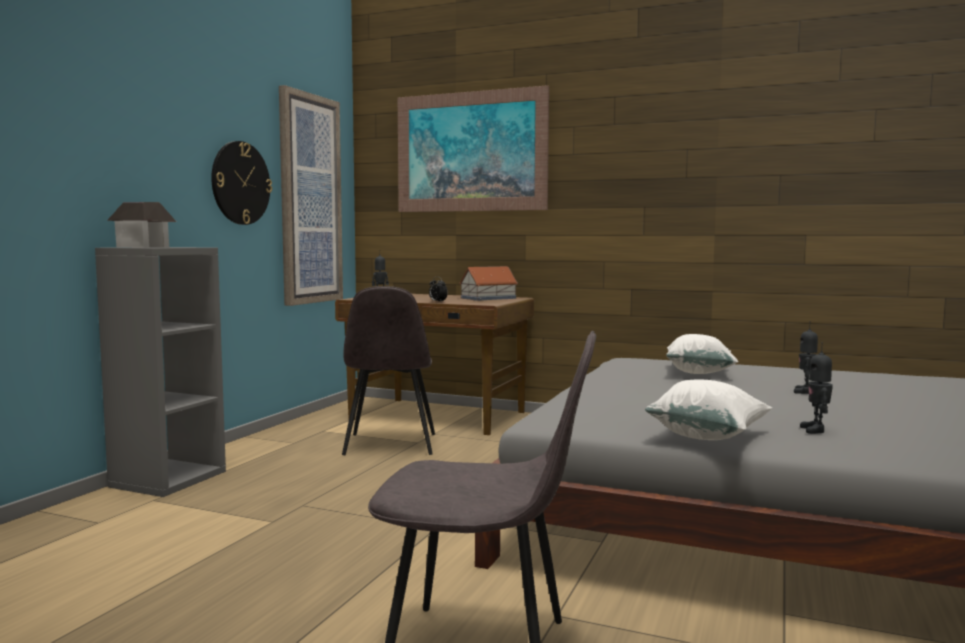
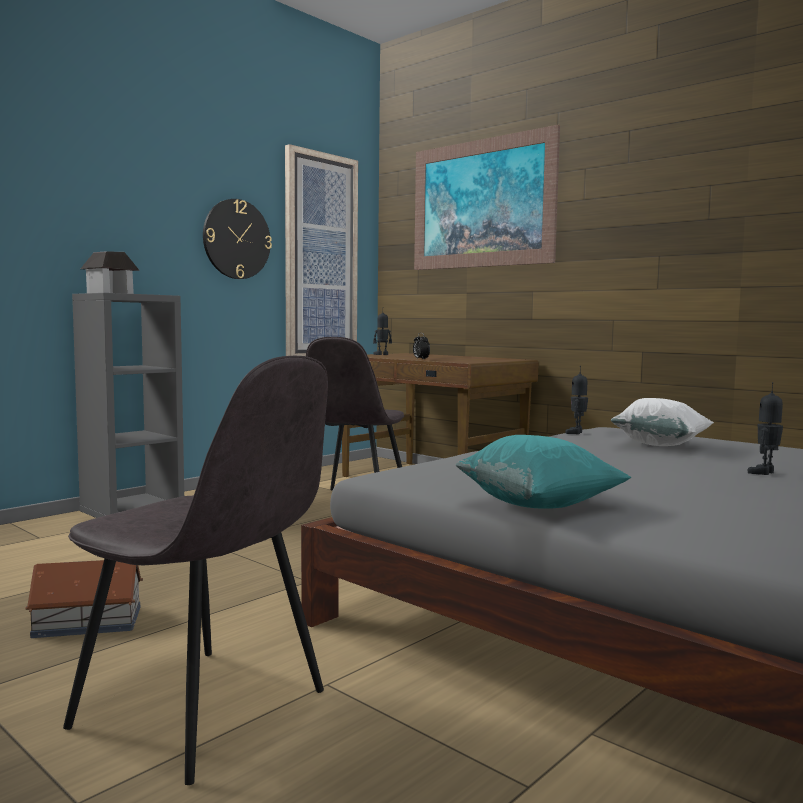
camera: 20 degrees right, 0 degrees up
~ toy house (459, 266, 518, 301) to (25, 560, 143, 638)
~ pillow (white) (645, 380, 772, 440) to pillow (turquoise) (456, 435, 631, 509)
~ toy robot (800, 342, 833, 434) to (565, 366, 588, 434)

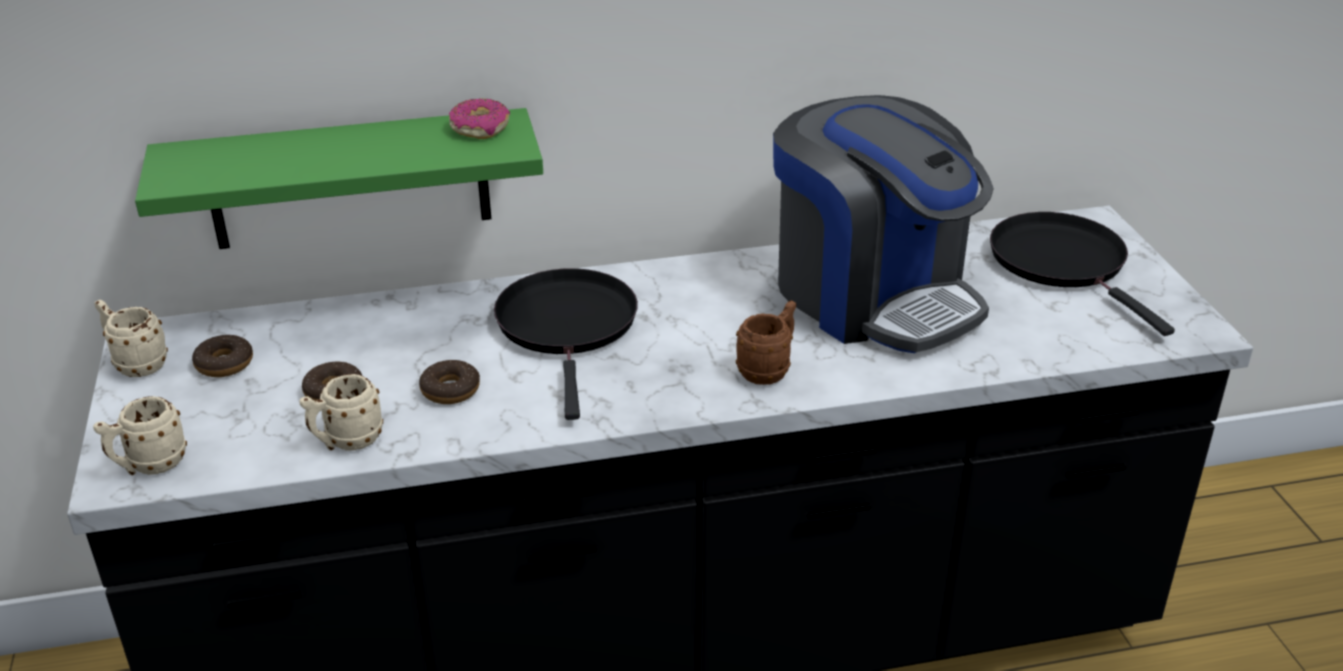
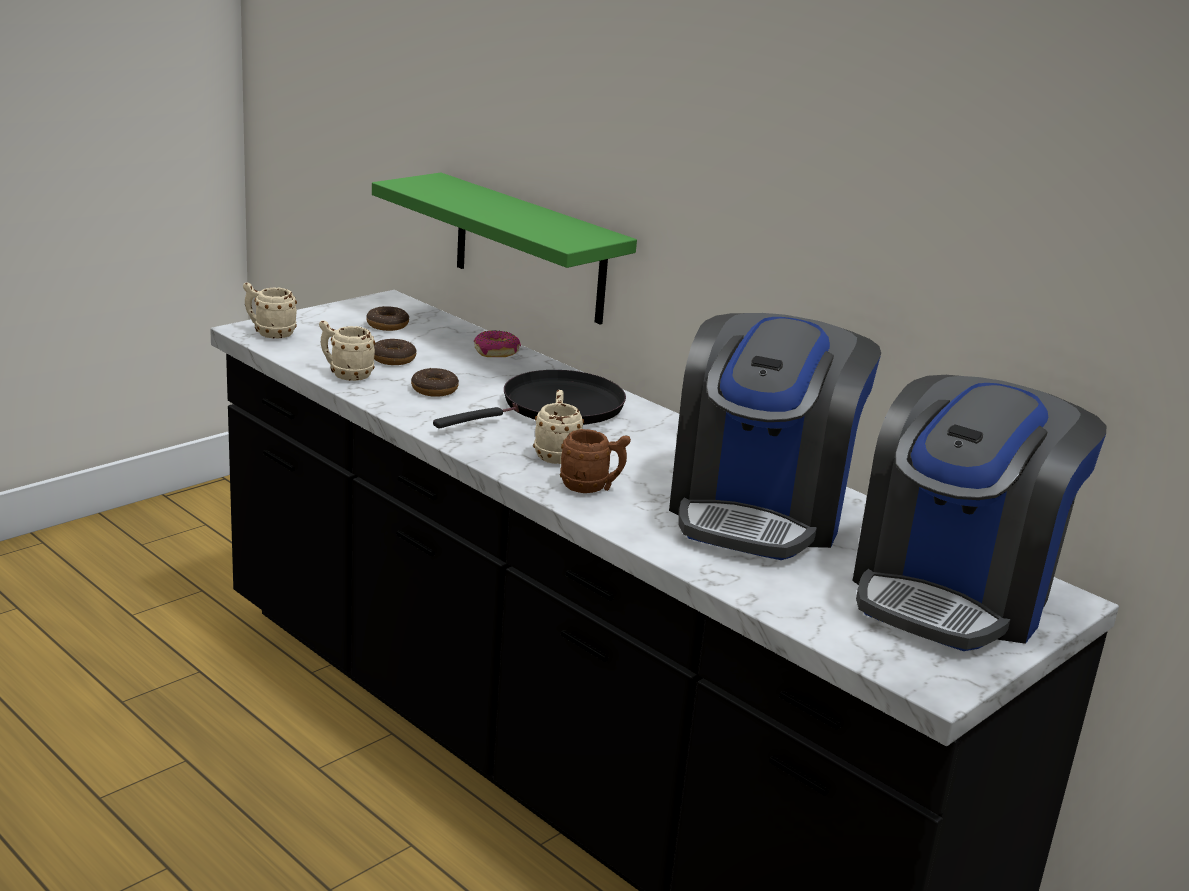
camera: 55 degrees right, 10 degrees down
~ donut (449, 98, 510, 139) to (474, 330, 521, 357)
~ mug (beige) (94, 300, 168, 377) to (533, 390, 584, 464)
~ frying pan (black) (990, 212, 1175, 336) to coffee machine (852, 375, 1106, 651)

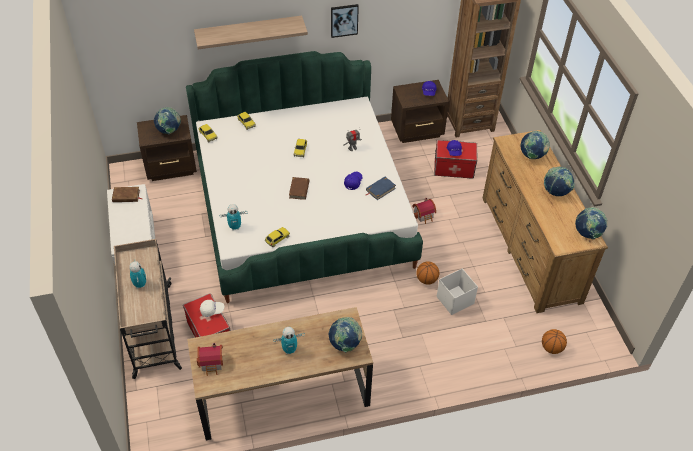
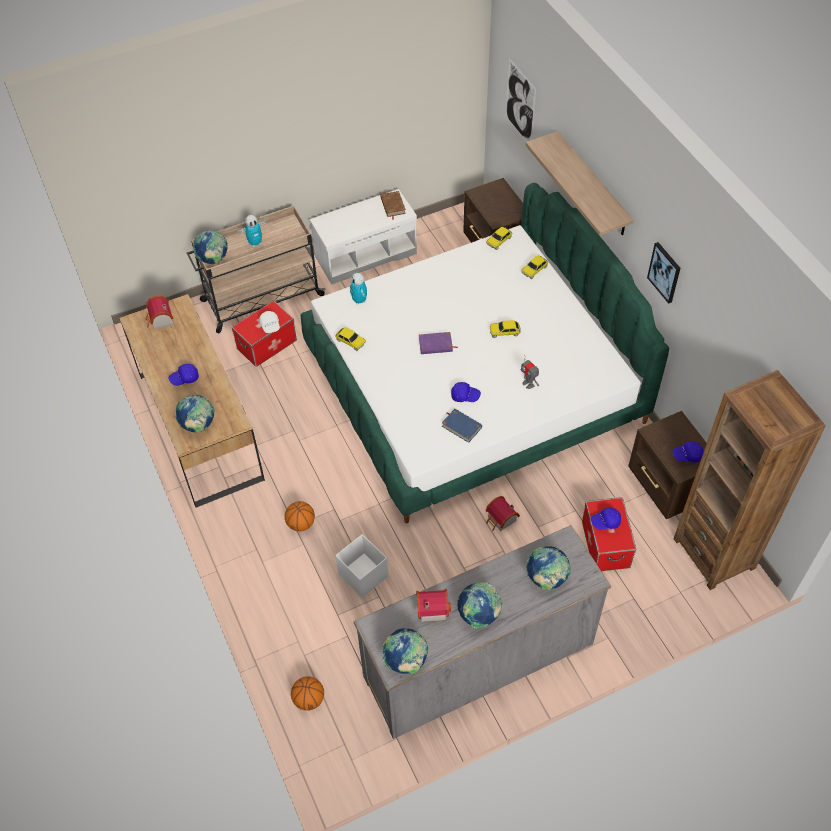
camera: 80 degrees right, 5 degrees up
~ toy robot (273, 327, 305, 354) to cap (blue) (168, 364, 199, 386)
~ globe (154, 107, 181, 134) to (193, 230, 228, 264)
~ basketball (416, 261, 439, 285) to (285, 501, 315, 531)
~ dresser (brown) (482, 130, 608, 313) to dresser (grey) (353, 525, 611, 739)
+ toy house (416, 589, 451, 622)
~ book (brown) (289, 177, 310, 200) to book (purple) (419, 332, 457, 354)
+ picture (506, 58, 536, 142)

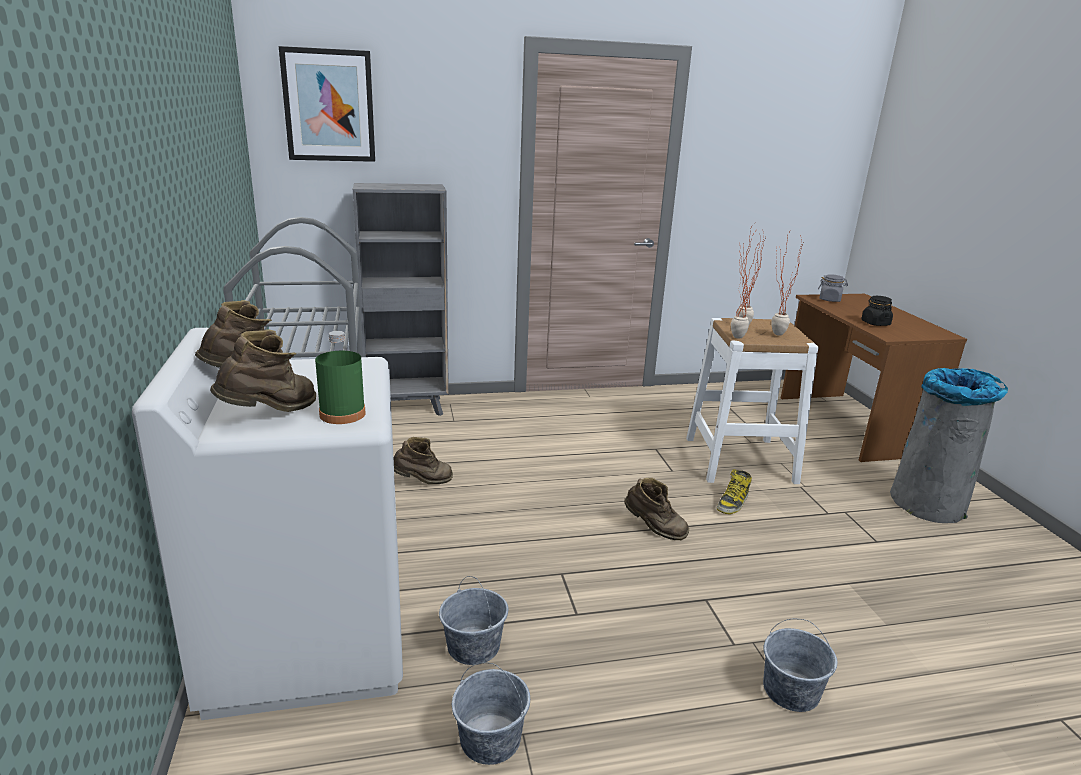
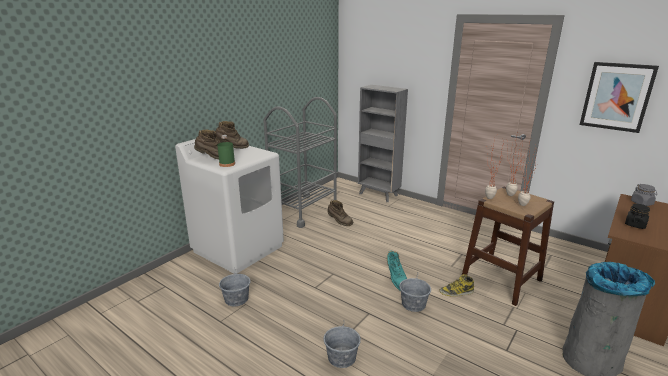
camera: 50 degrees right, 0 degrees up
~ boot (brown) (625, 478, 689, 540) to boot (turquoise) (387, 250, 407, 291)
~ bucket (grey) (439, 576, 508, 665) to (399, 273, 431, 312)
~ stool (white) (686, 318, 819, 484) to stool (brown) (462, 187, 554, 306)
~ picture (279, 46, 375, 162) to (580, 62, 659, 133)

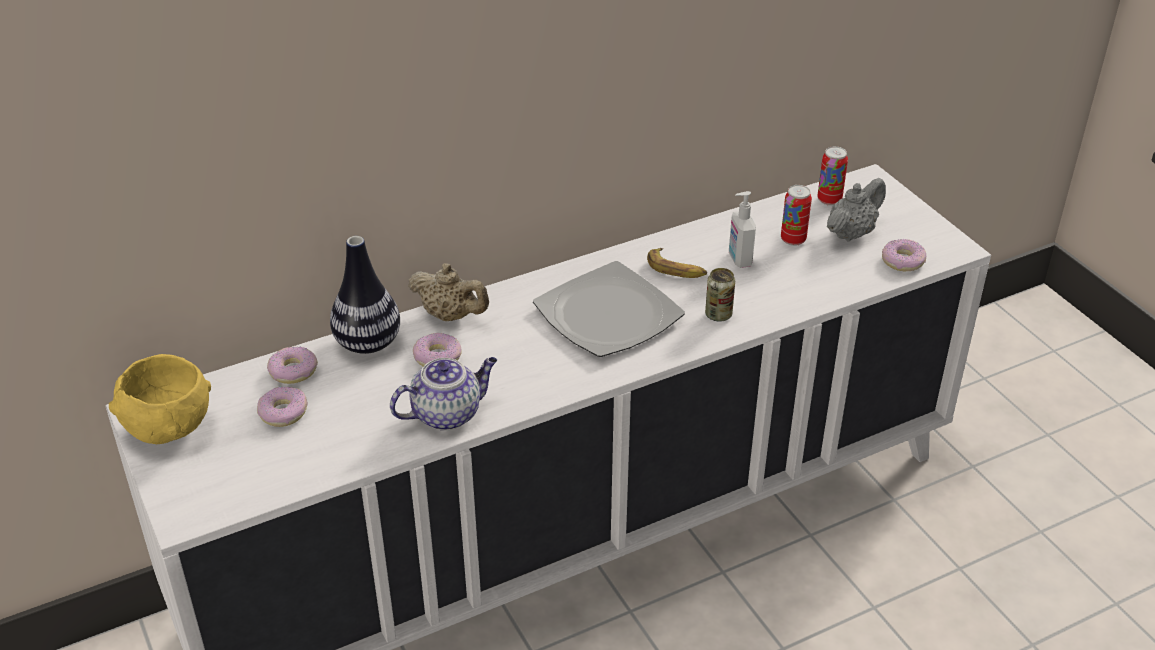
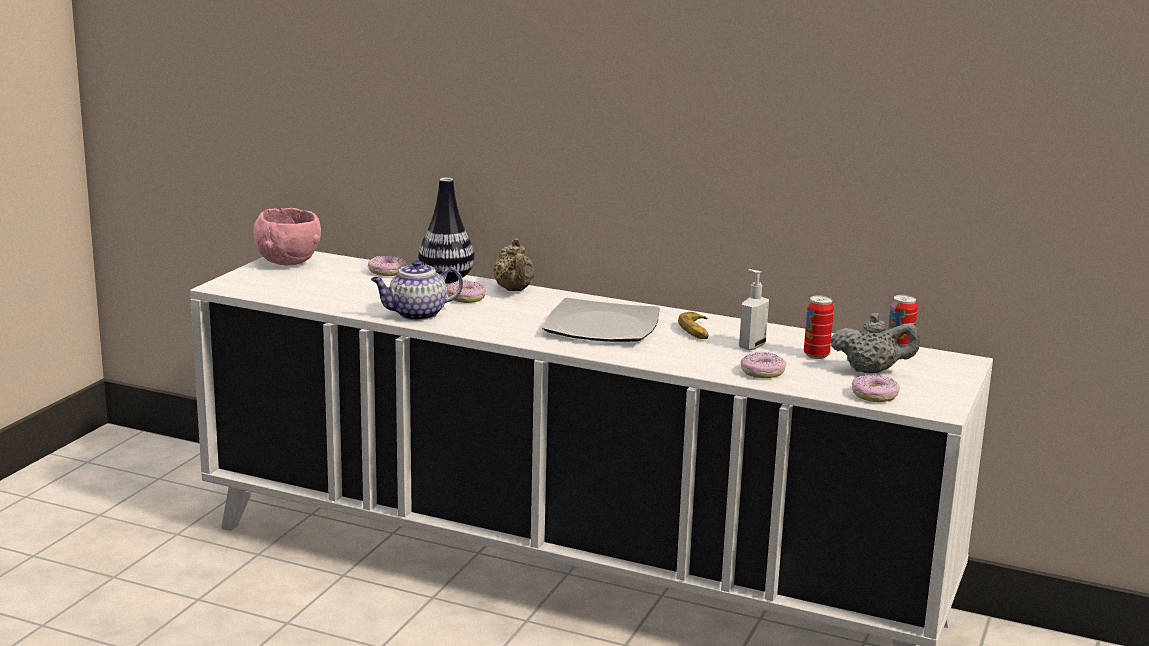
camera: 50 degrees right, 20 degrees down
~ bowl (yellow) (109, 354, 211, 444) to bowl (pink) (254, 208, 321, 265)
~ teapot (390, 357, 497, 431) = (371, 260, 463, 321) 135 degrees clockwise
~ donut (257, 387, 308, 427) to (741, 353, 786, 378)
- can (705, 268, 735, 322)

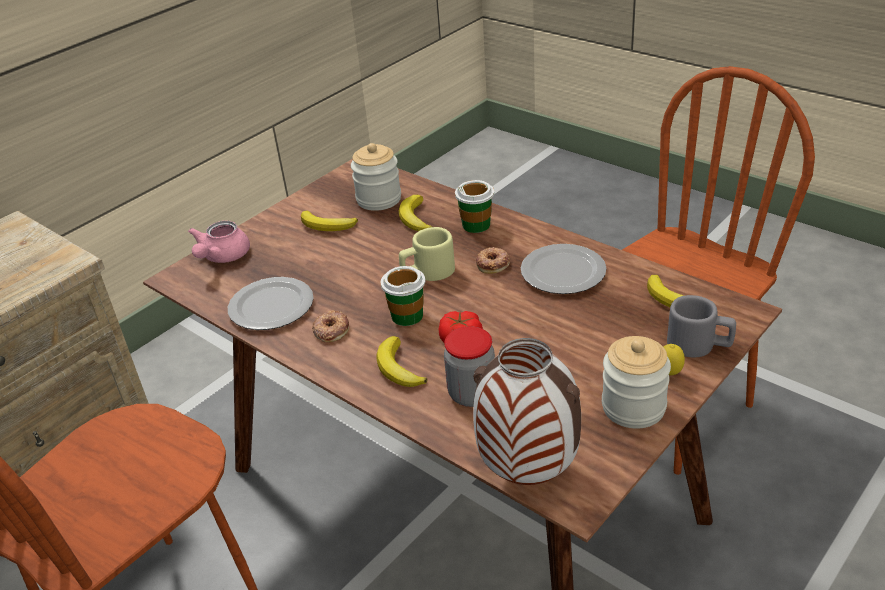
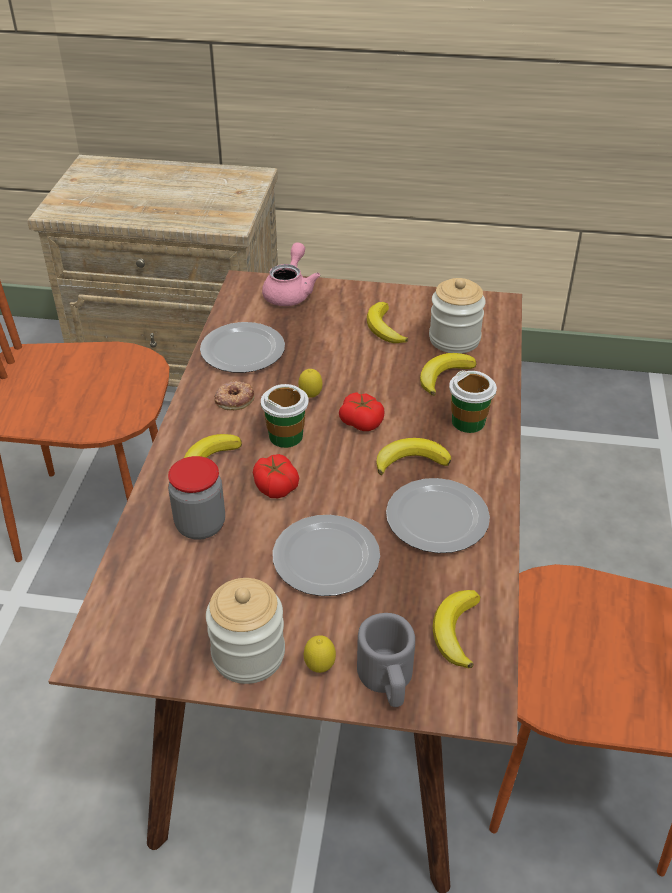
camera: 55 degrees right, 5 degrees up
~ teapot (pink) (188, 221, 250, 263) = (262, 243, 320, 306) 120 degrees clockwise
+ plate (273, 515, 380, 596)
+ lemon (298, 369, 323, 398)
~ mug (beige) (399, 227, 455, 281) to tomato (339, 392, 385, 431)
~ donut (476, 247, 510, 274) to banana (376, 438, 451, 475)
- vase (473, 338, 581, 485)

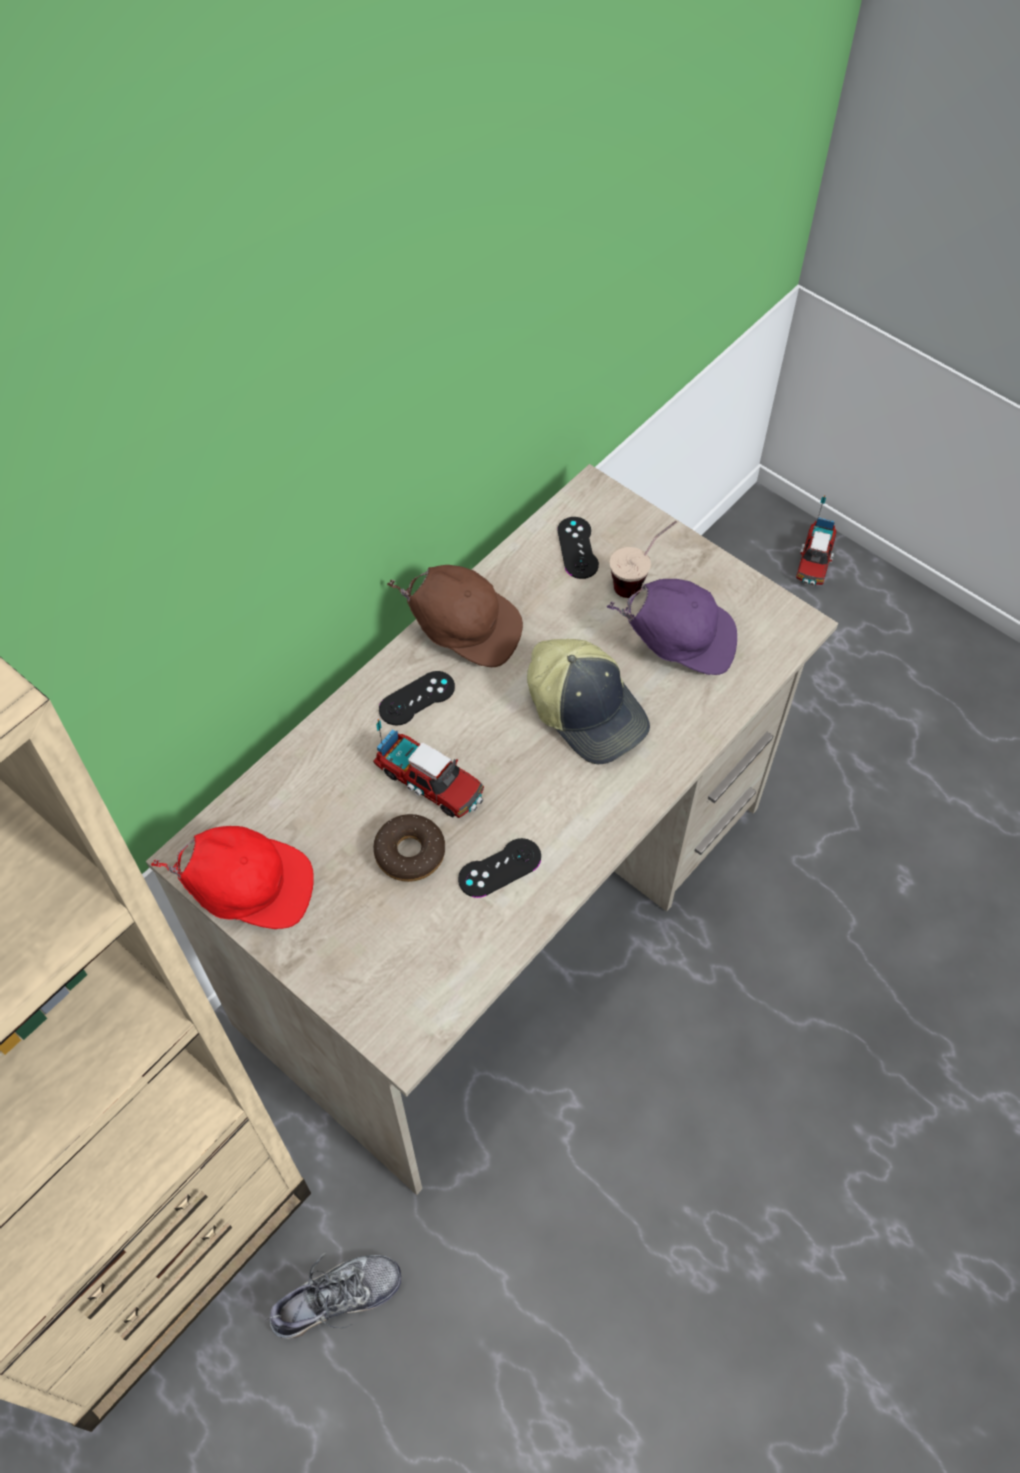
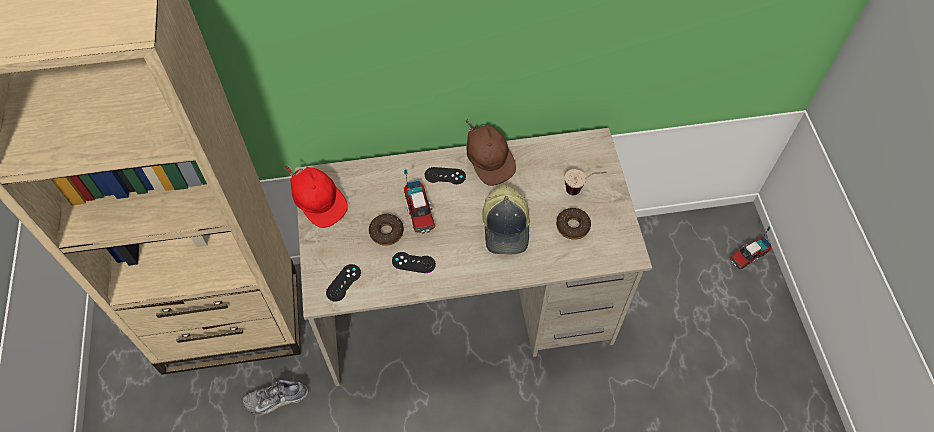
camera: 40 degrees right, 0 degrees up
~ shoe (266, 1251, 402, 1339) = (241, 377, 308, 415) 150 degrees clockwise
~ game controller (black) (558, 517, 599, 579) to (326, 264, 361, 302)
~ cap (purple) (607, 579, 737, 675) to donut (556, 208, 591, 240)

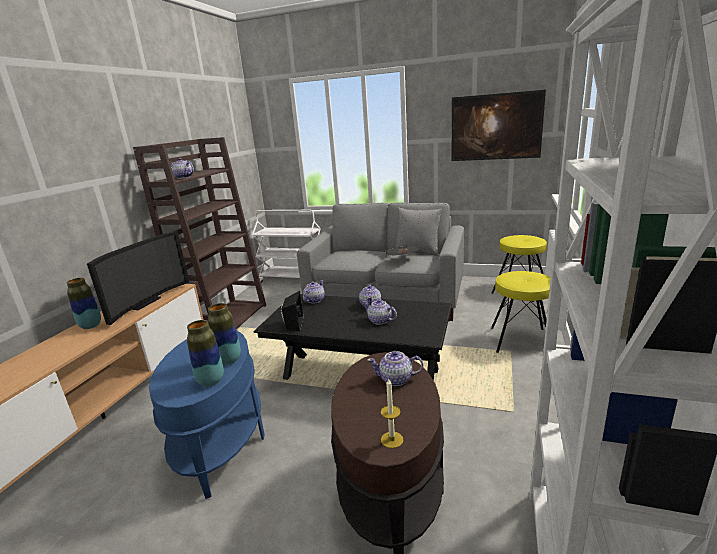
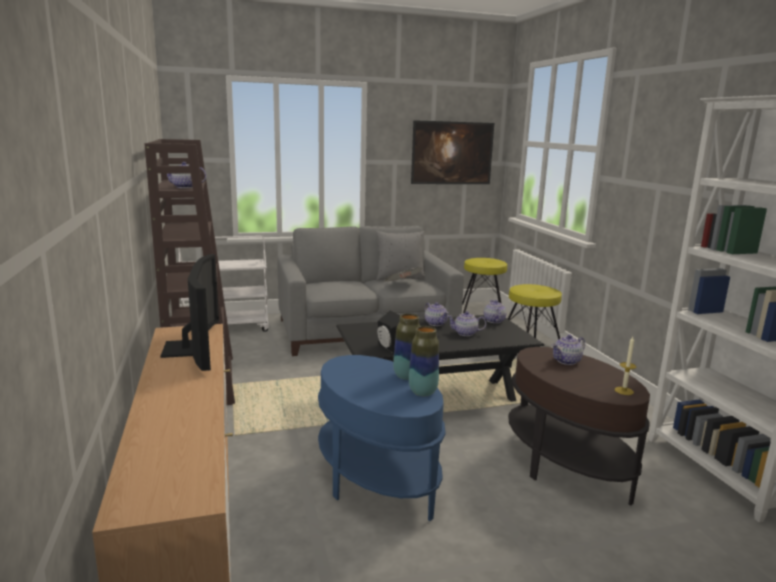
camera: 35 degrees left, 5 degrees down
~ teapot (303, 280, 325, 303) to (484, 300, 506, 323)
- vase (67, 278, 101, 329)

